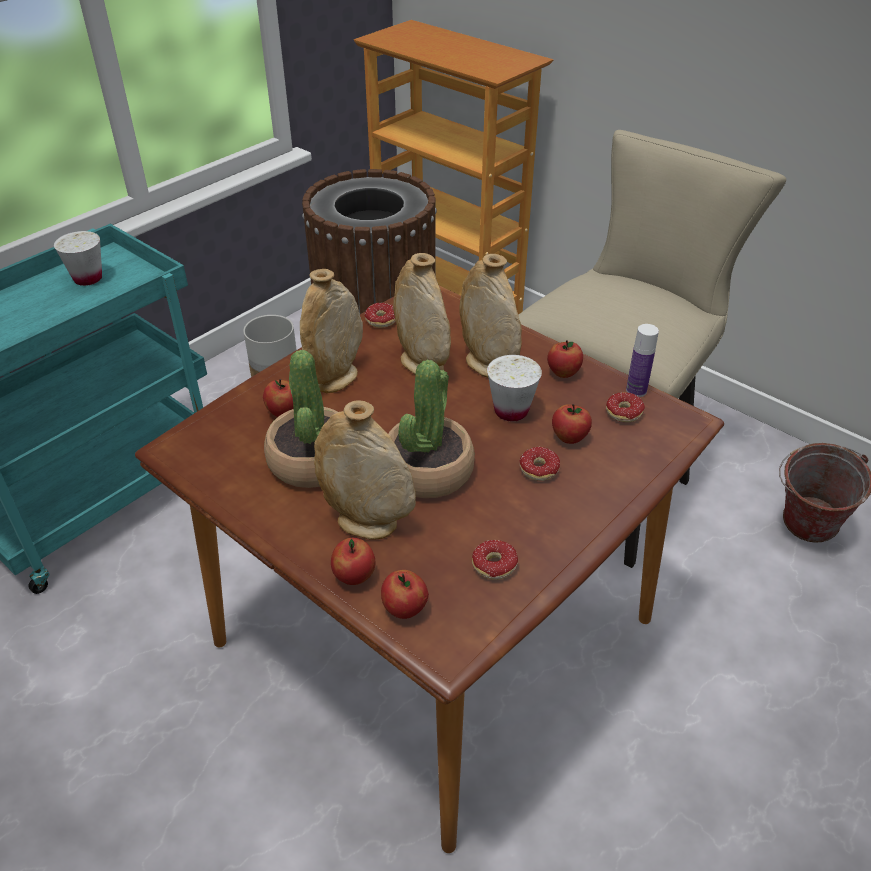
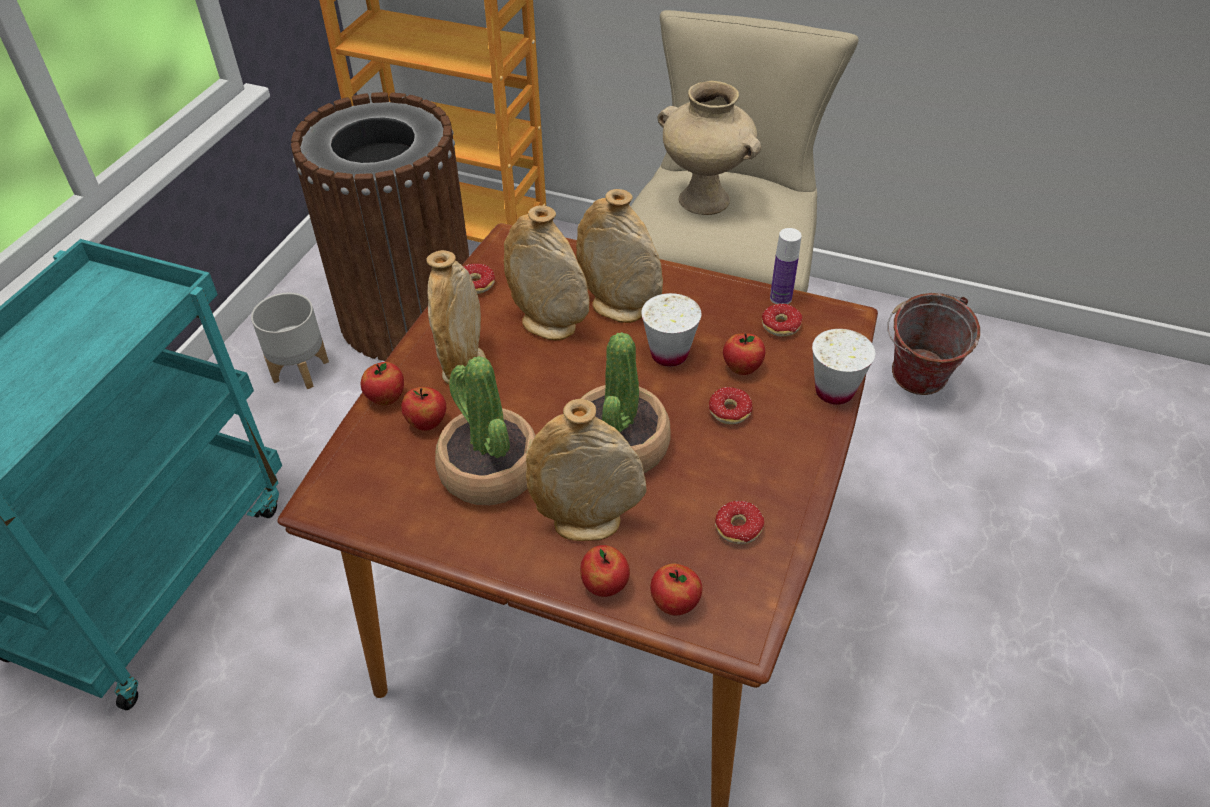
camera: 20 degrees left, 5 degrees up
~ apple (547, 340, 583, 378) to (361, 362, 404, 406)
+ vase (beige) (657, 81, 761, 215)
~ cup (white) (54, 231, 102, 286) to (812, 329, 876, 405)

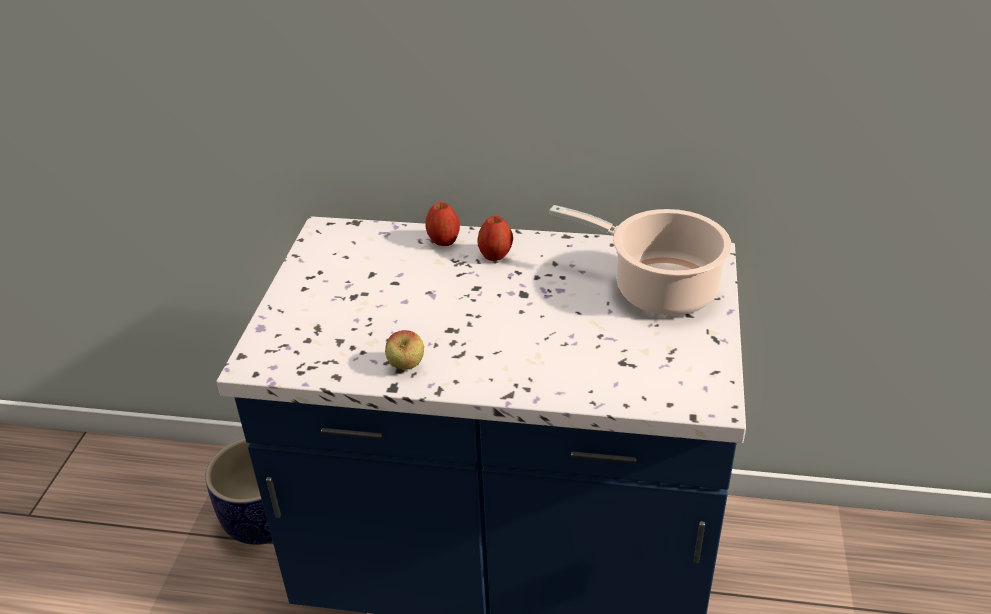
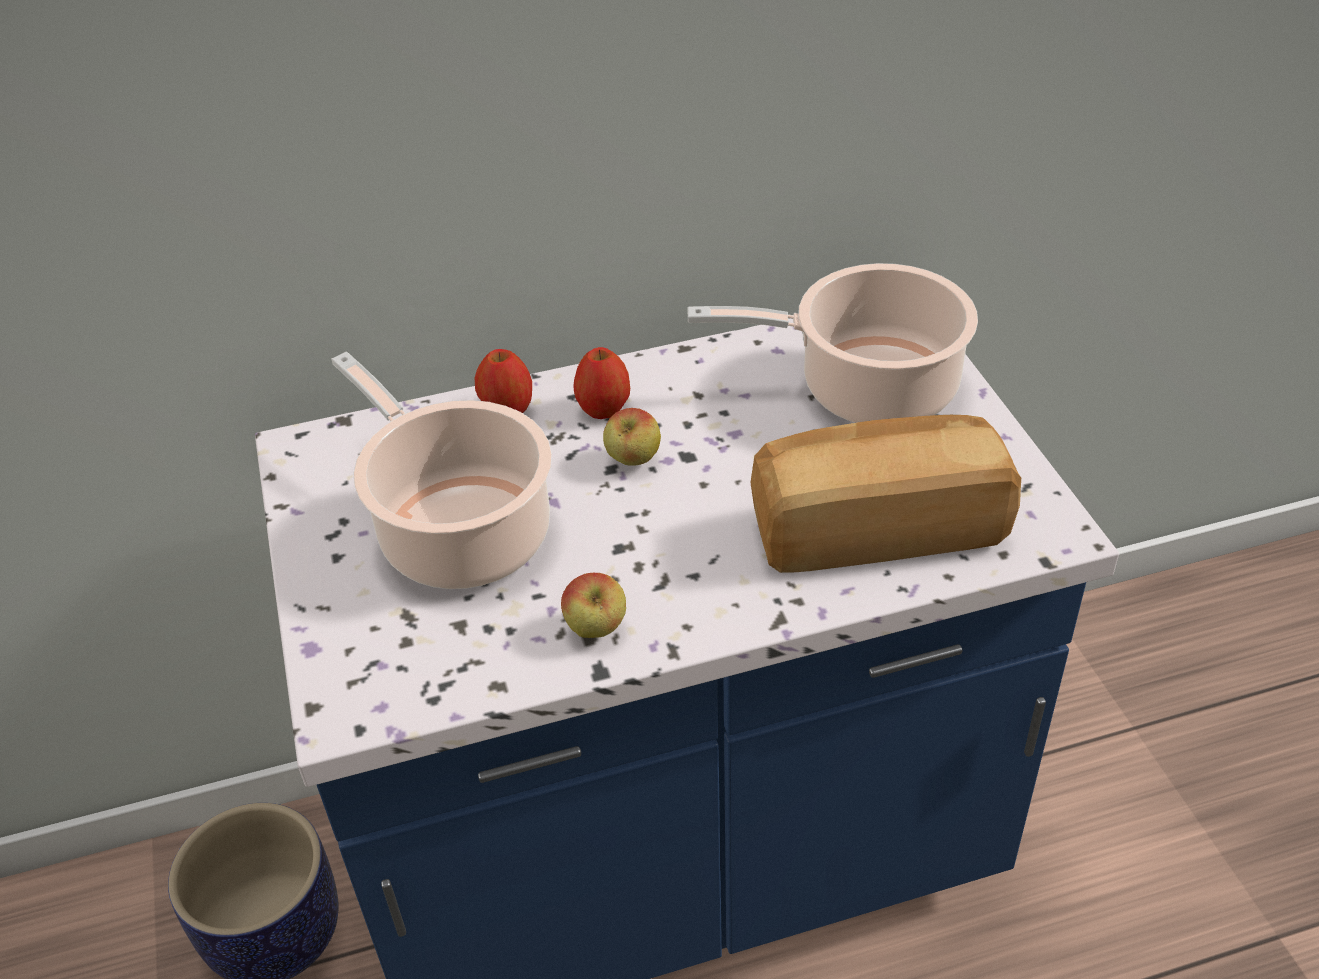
camera: 25 degrees left, 5 degrees up
+ cooking pot (332, 352, 552, 589)
+ apple (603, 408, 661, 466)
+ bread (750, 415, 1021, 573)

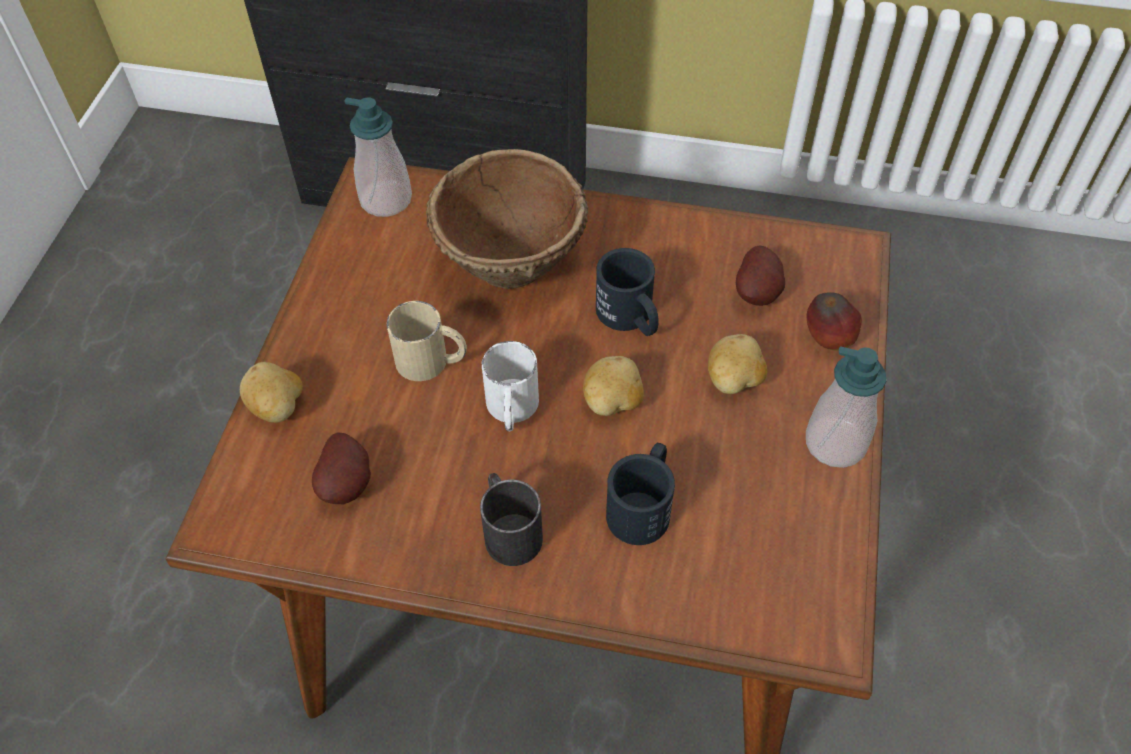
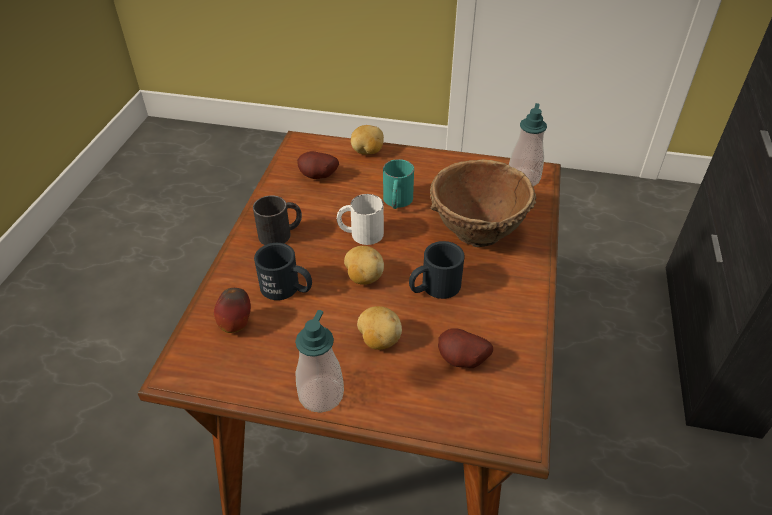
camera: 90 degrees right, 10 degrees down
~ apple (807, 292, 862, 351) to (214, 288, 251, 333)
~ mug (beige) (387, 301, 467, 381) to mug (turquoise) (383, 159, 414, 209)

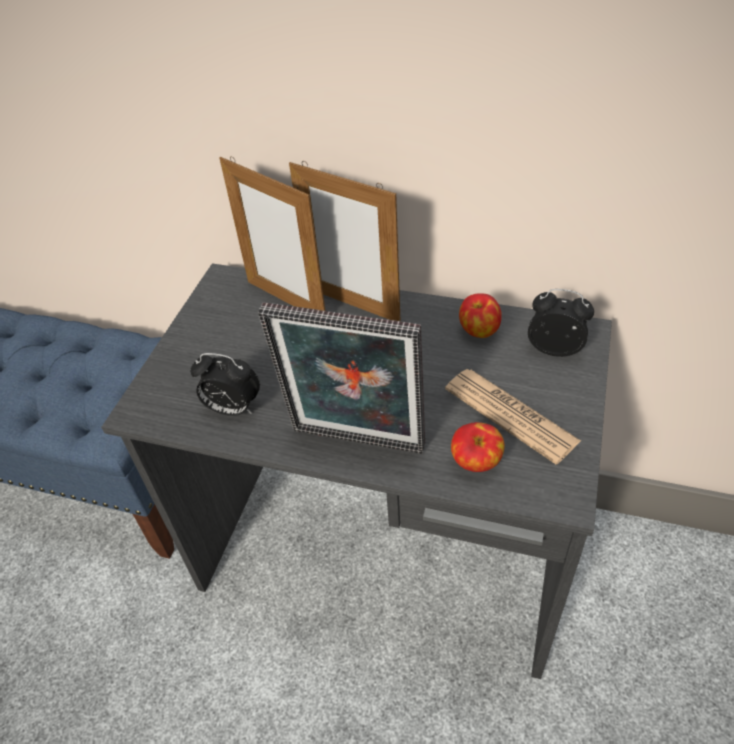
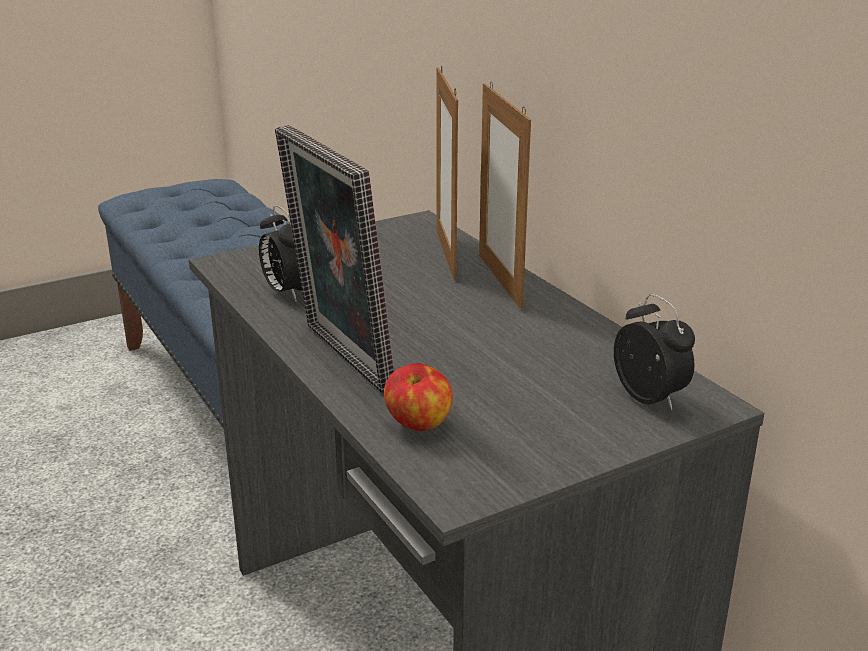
camera: 40 degrees right, 20 degrees down
- newspaper (445, 369, 581, 464)
- apple (459, 293, 502, 338)

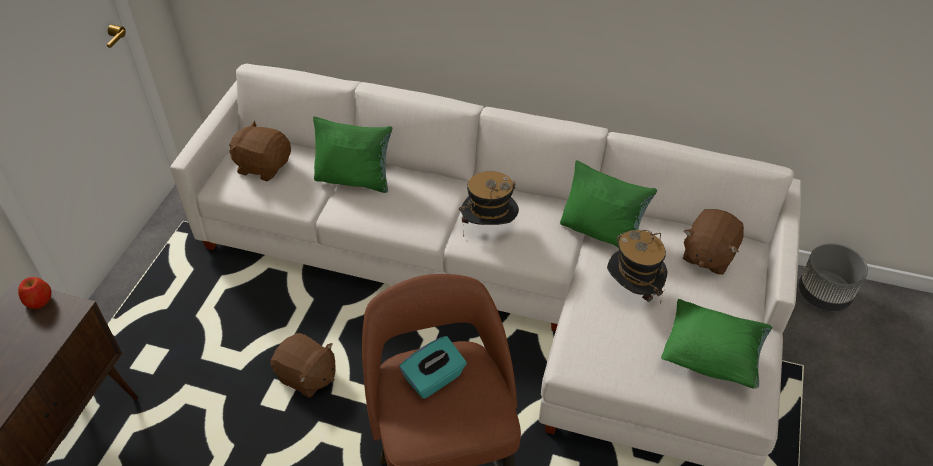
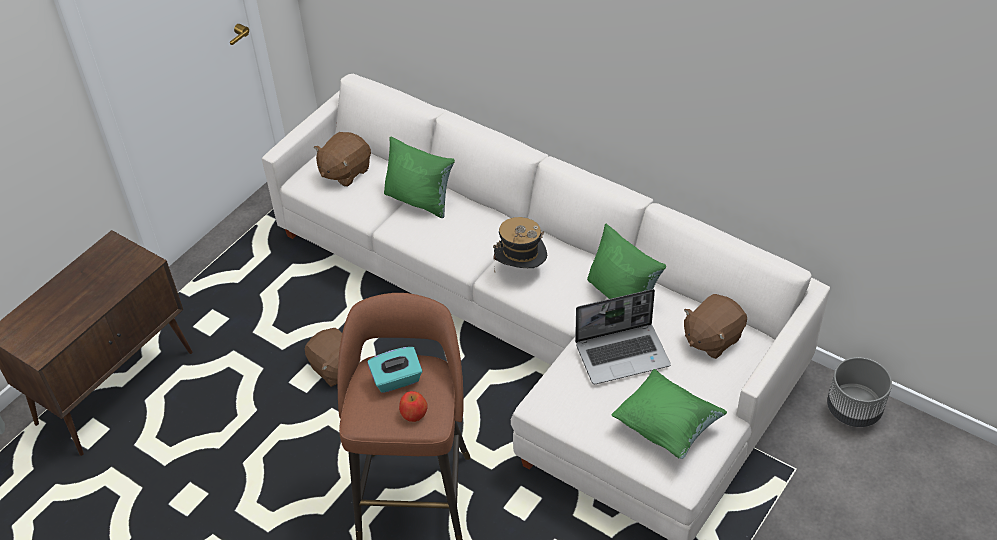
camera: 20 degrees right, 0 degrees up
~ plush toy (brown) (229, 121, 291, 181) = (314, 132, 371, 187) 90 degrees counterclockwise
~ apple (18, 277, 51, 309) to (399, 391, 428, 422)
~ hat (607, 230, 667, 303) to laptop (575, 289, 671, 385)

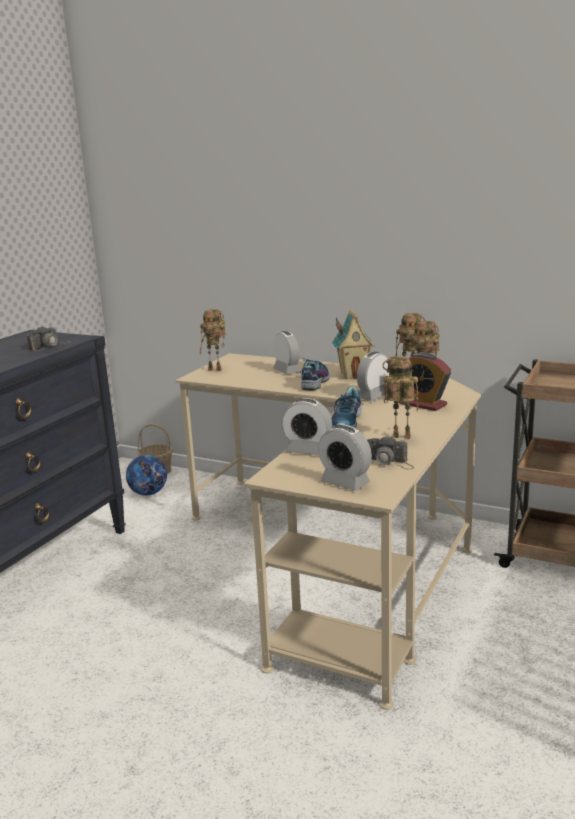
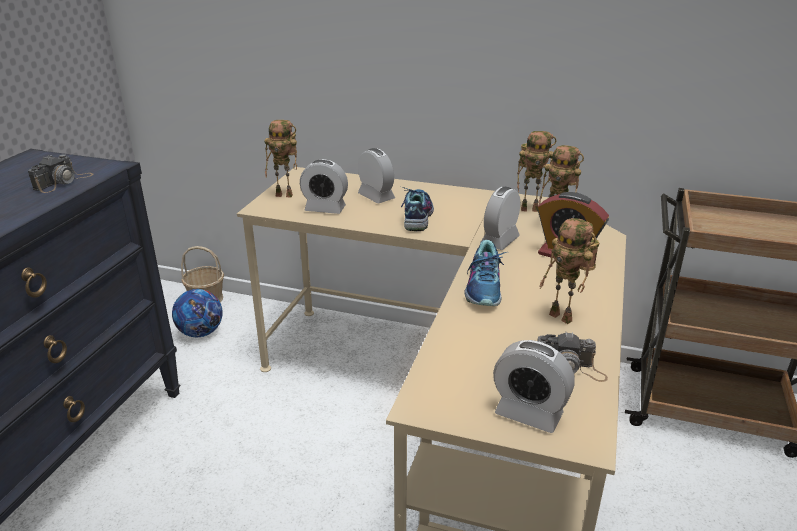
camera: 10 degrees left, 10 degrees up
~ alarm clock (282, 398, 332, 455) to (300, 159, 348, 214)
~ toy robot (382, 356, 419, 438) = (539, 218, 599, 324) 135 degrees counterclockwise
- toy house (332, 309, 375, 379)

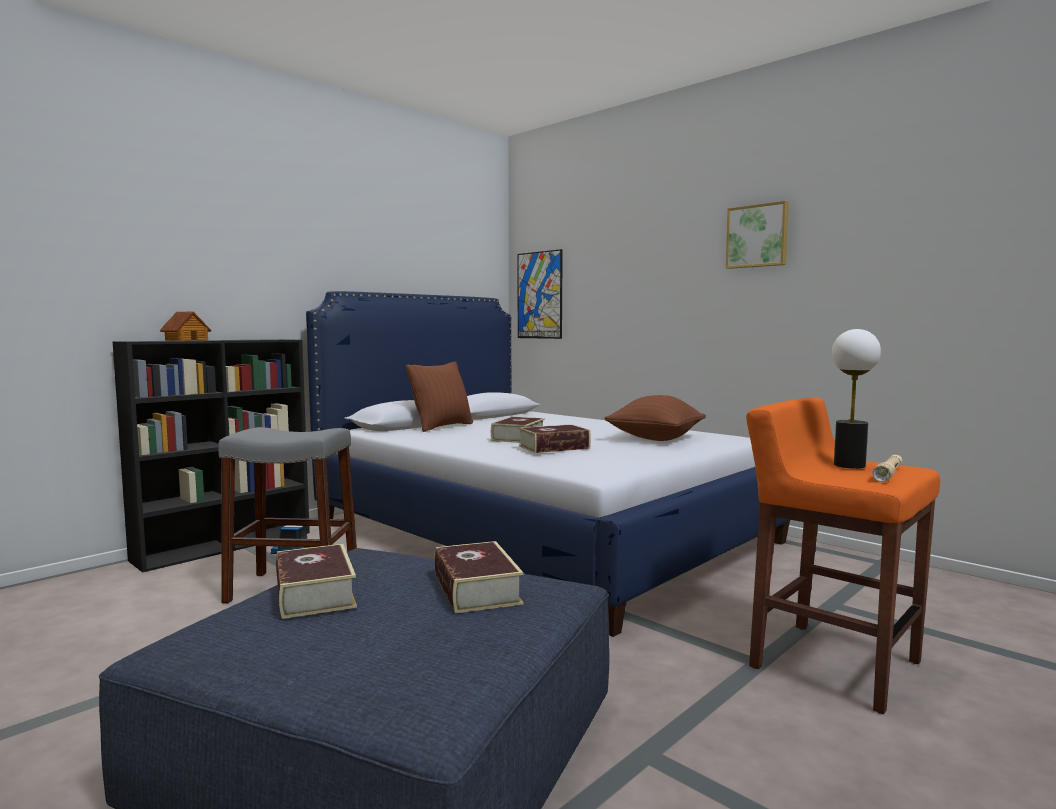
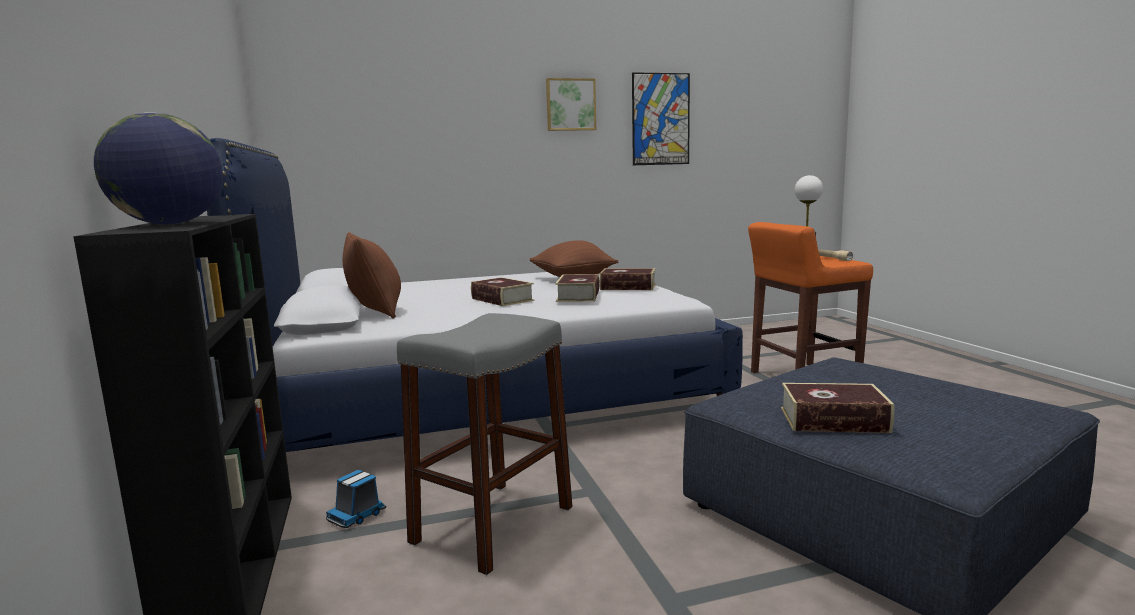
camera: 60 degrees left, 5 degrees up
~ toy house (159, 311, 212, 341) to globe (94, 112, 223, 225)
~ book (434, 541, 524, 614) to (600, 268, 655, 290)
~ picture (518, 249, 563, 339) to (632, 72, 690, 165)

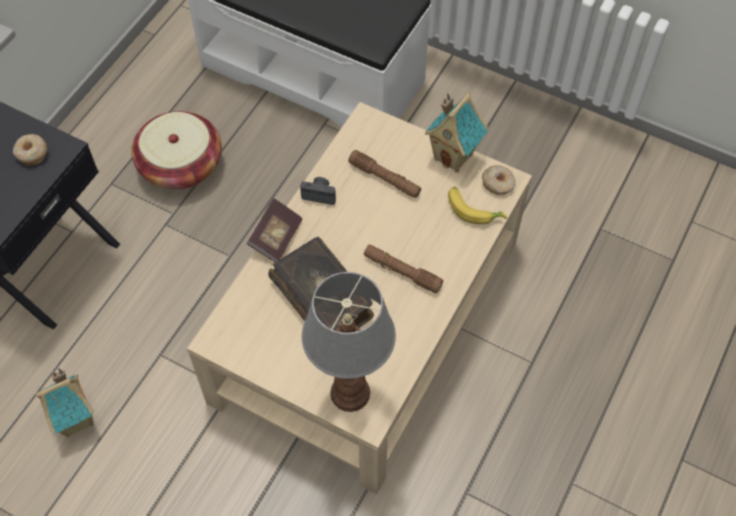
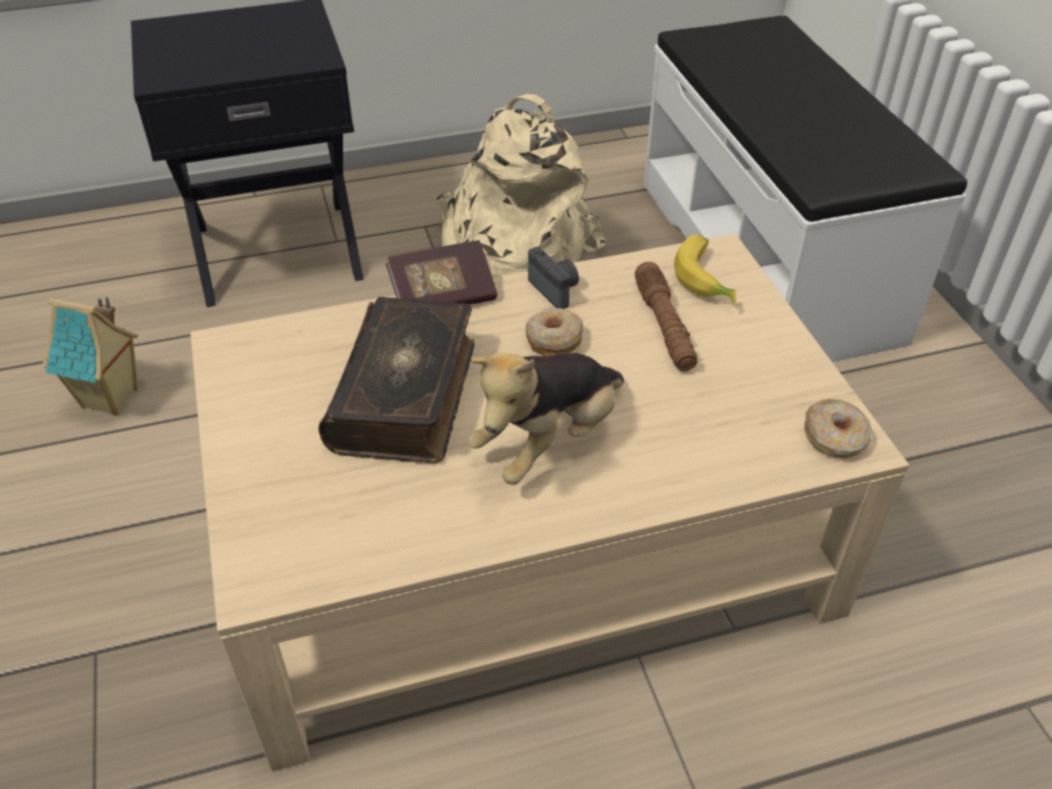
camera: 45 degrees right, 15 degrees down
~ basket (131, 111, 222, 189) to backpack (beige) (437, 94, 606, 277)
~ flashlight (brown) (364, 245, 443, 293) to plush toy (468, 353, 624, 485)
~ donut (13, 134, 48, 165) to (526, 308, 583, 356)
~ banana (448, 187, 507, 224) to (674, 234, 736, 303)
- table lamp (302, 272, 396, 412)
- toy house (425, 93, 488, 173)

